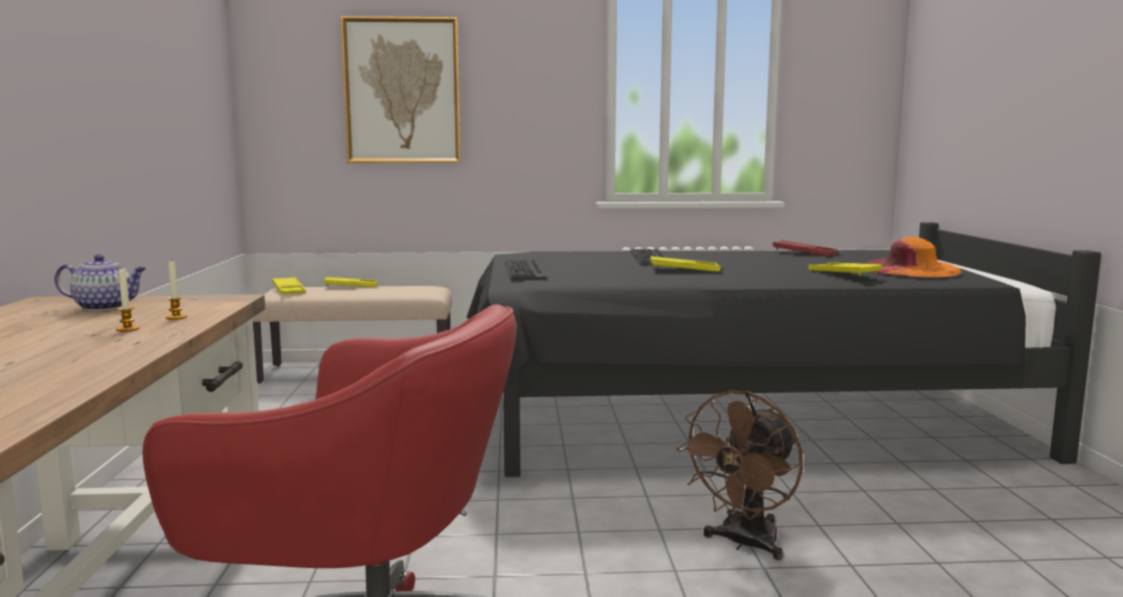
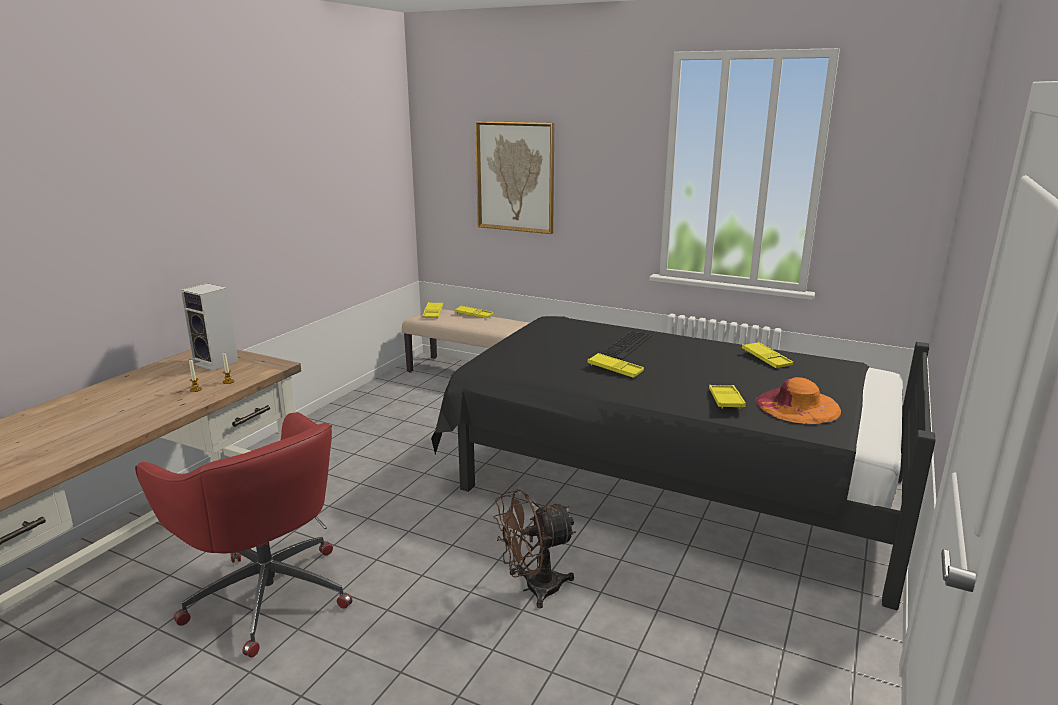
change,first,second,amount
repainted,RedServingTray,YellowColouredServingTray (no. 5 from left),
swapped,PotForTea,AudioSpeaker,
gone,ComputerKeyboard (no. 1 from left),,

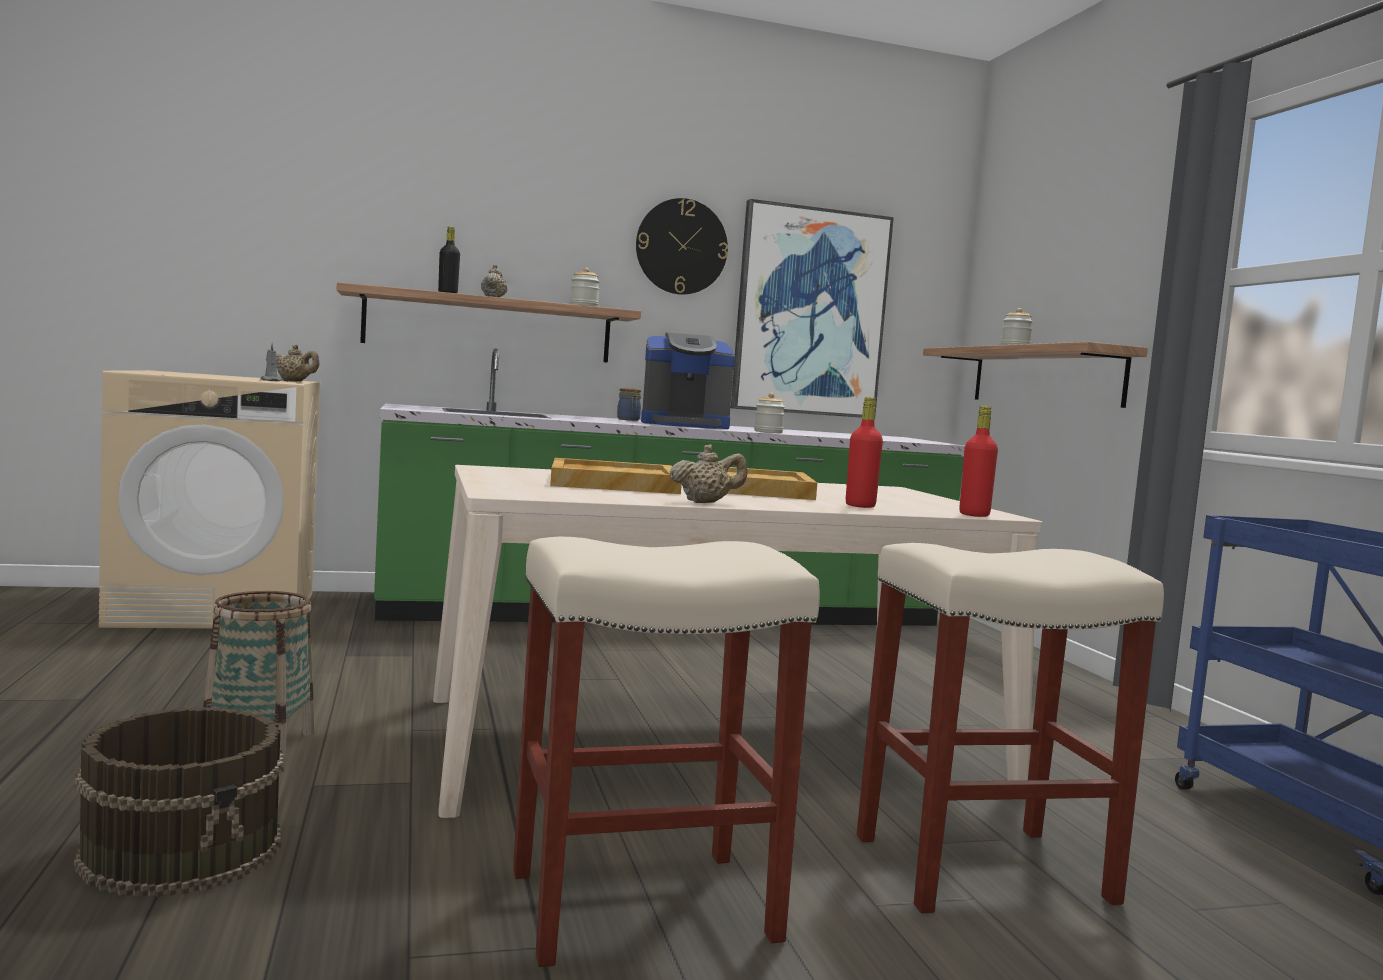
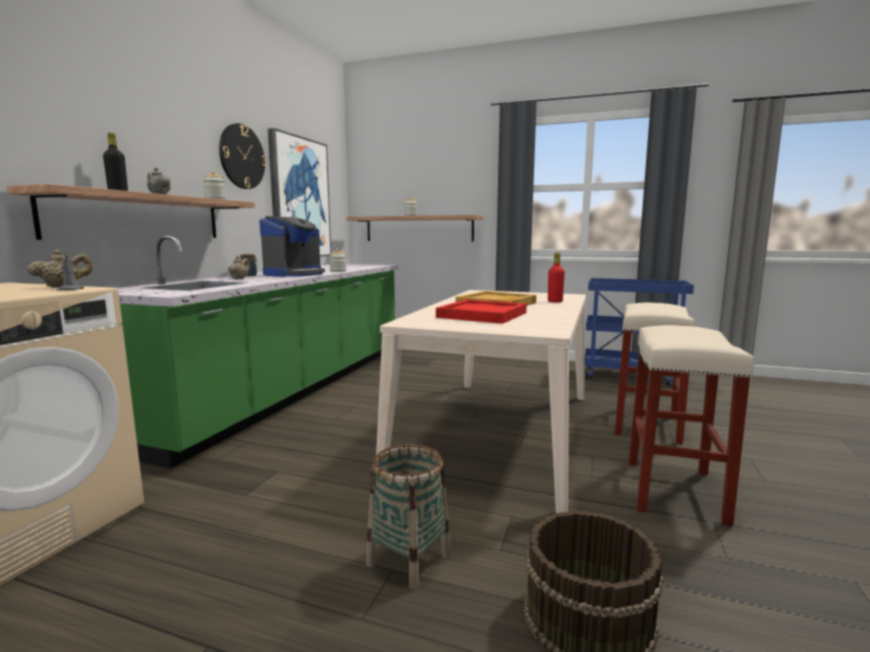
change,first,second,amount
gone,RedDrinkBottle (no. 2 from left),,
shifted,BeigeColouredPotForTea (no. 3 from left),,
repainted,BeigeColouredServingTray (no. 1 from left),RedServingTray,

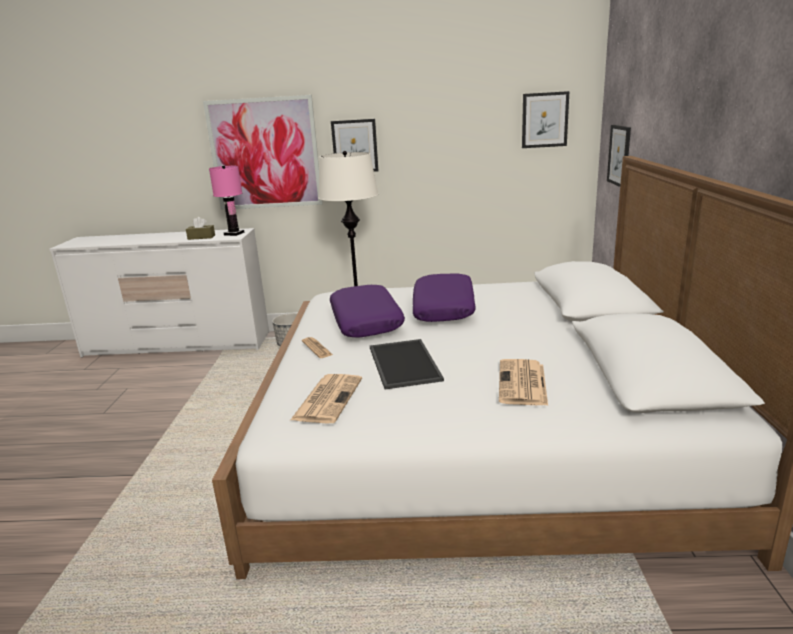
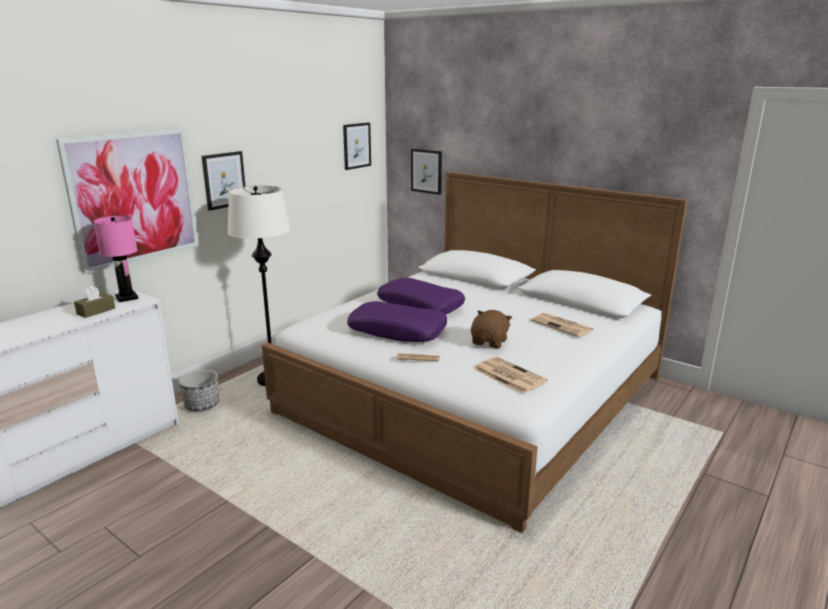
change,first,second,amount
swapped,ServingTray,BrownishSoftToy,

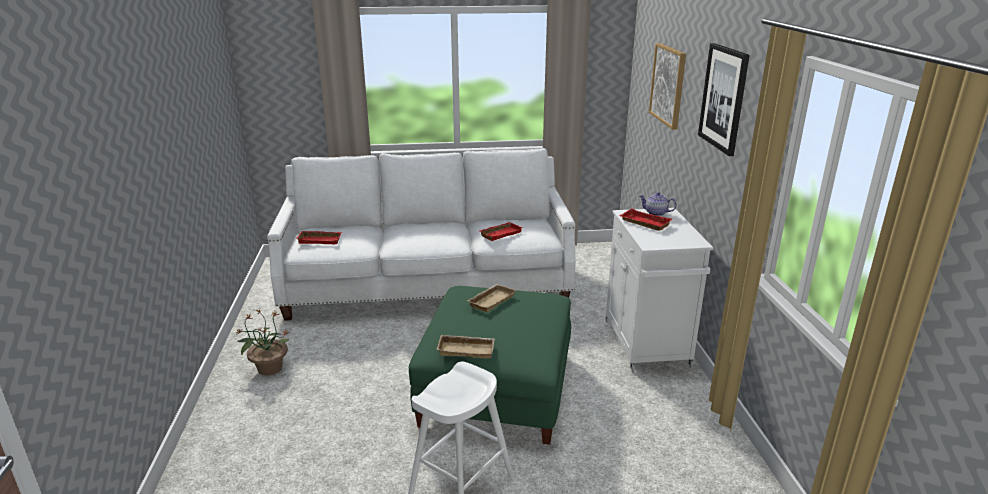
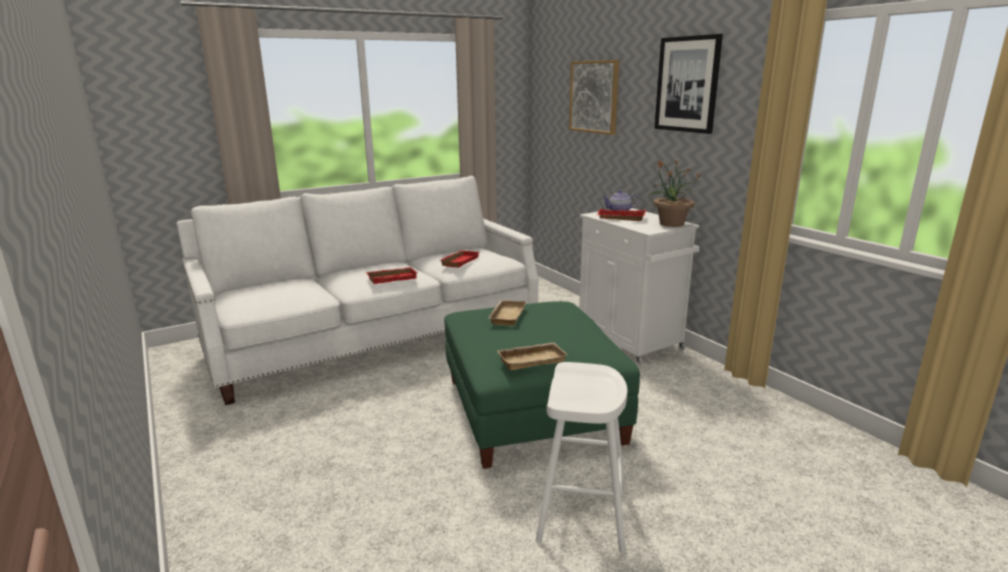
change,first,second,amount
shifted,RedServingTray (no. 1 from left),,
shifted,PlantInAPot,,

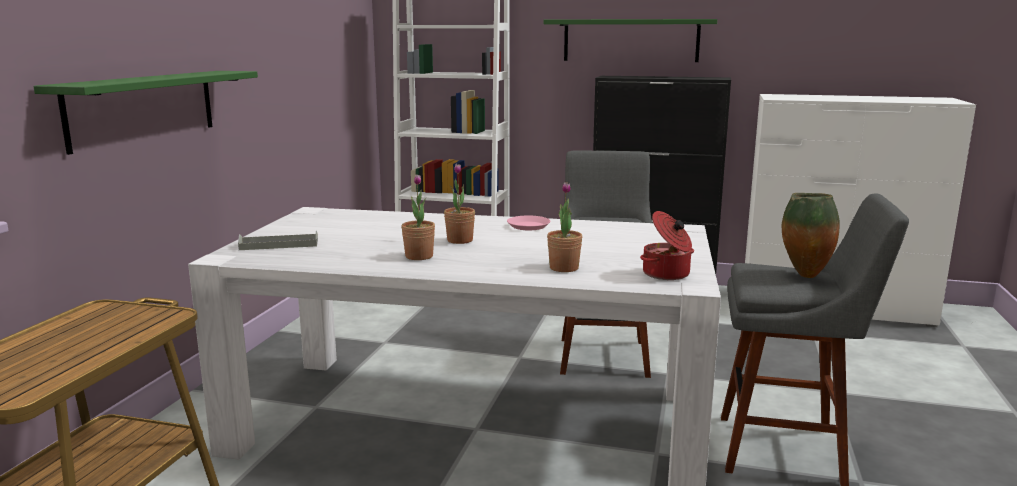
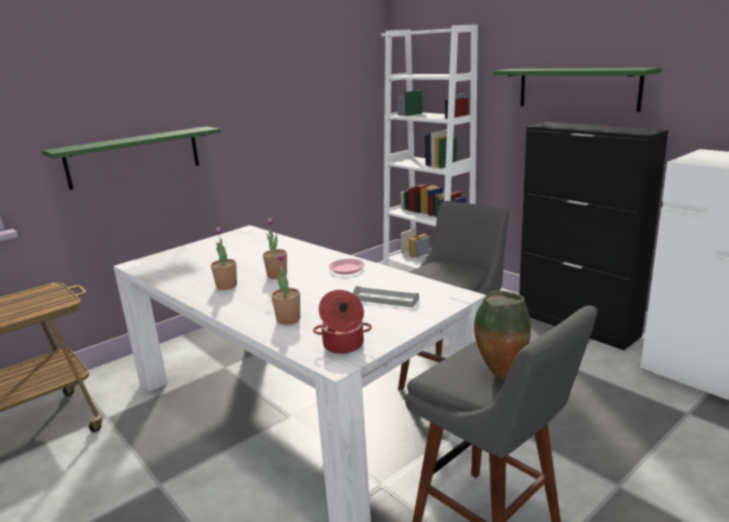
change,first,second,amount
shifted,GrayServingTray,,

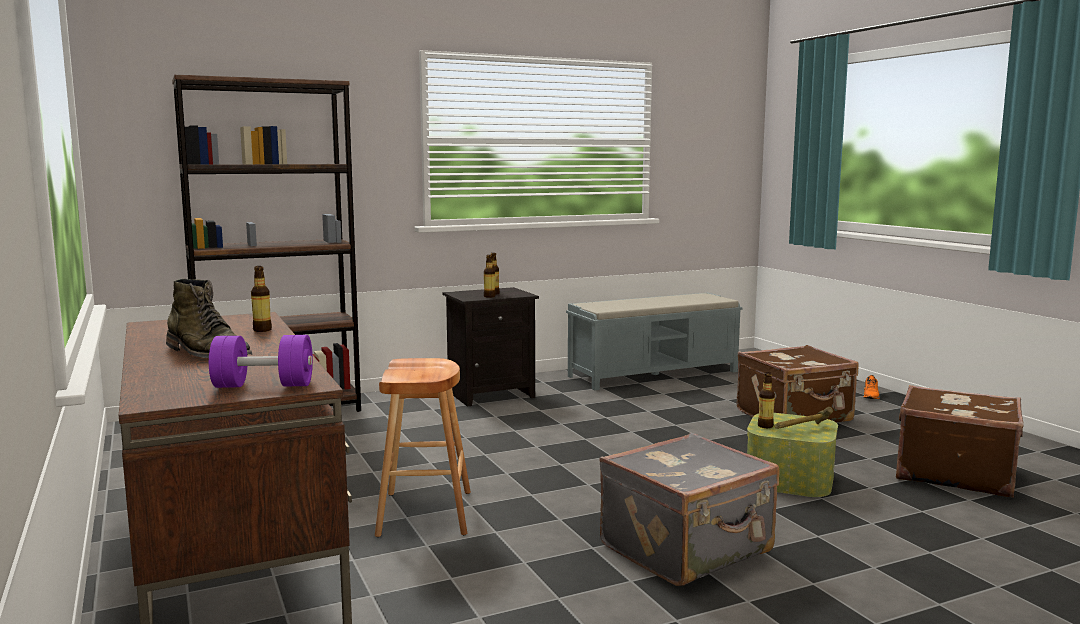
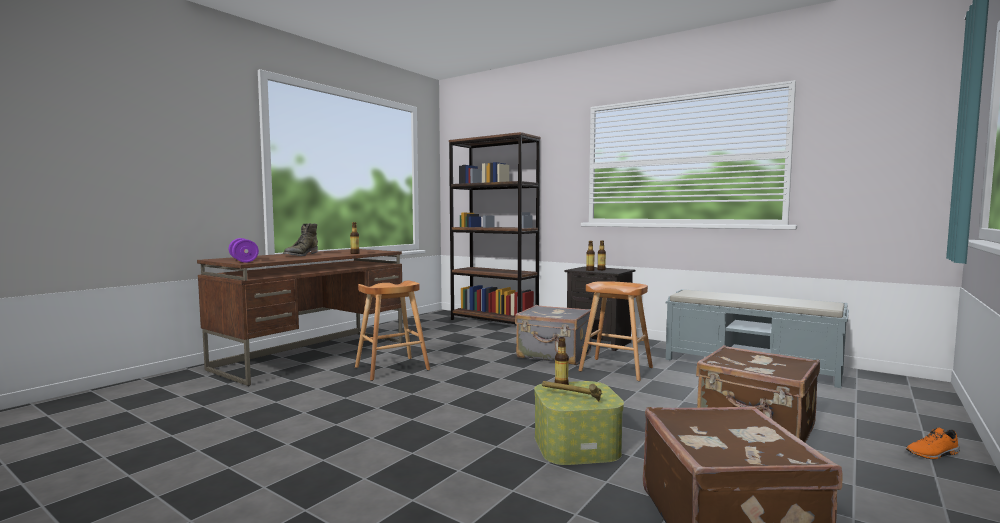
change,first,second,amount
shifted,GrayTravelCase,,
new,,BrownishStool (no. 2 from left),

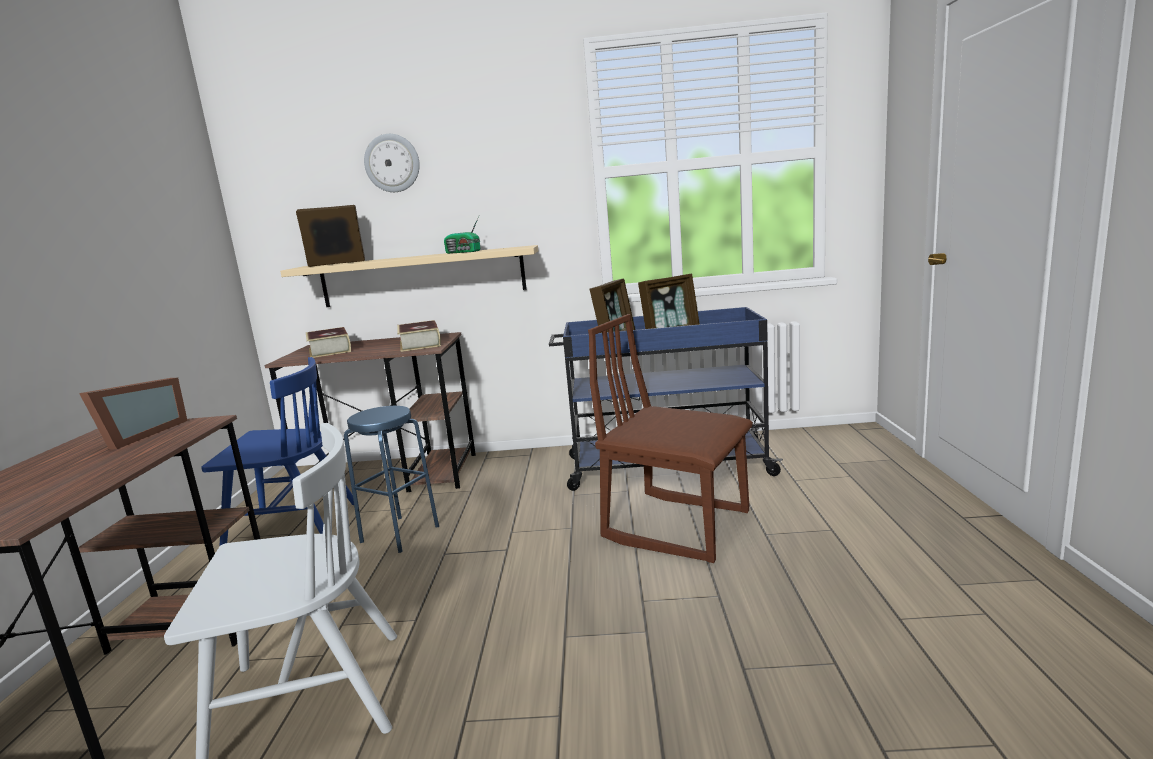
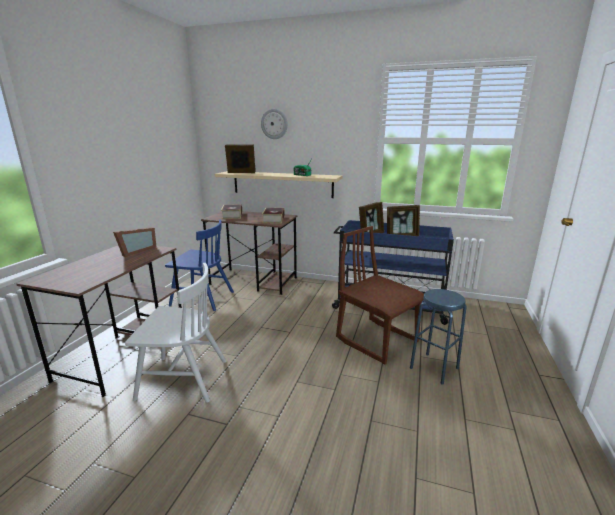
change,first,second,amount
shifted,BluishStool,,

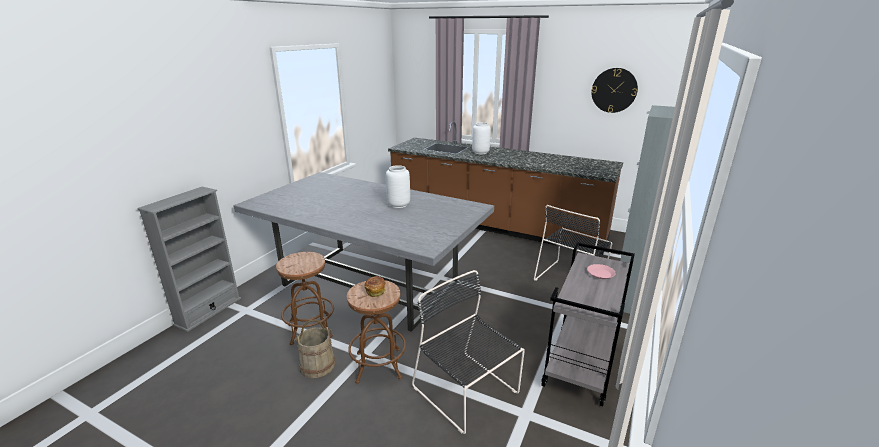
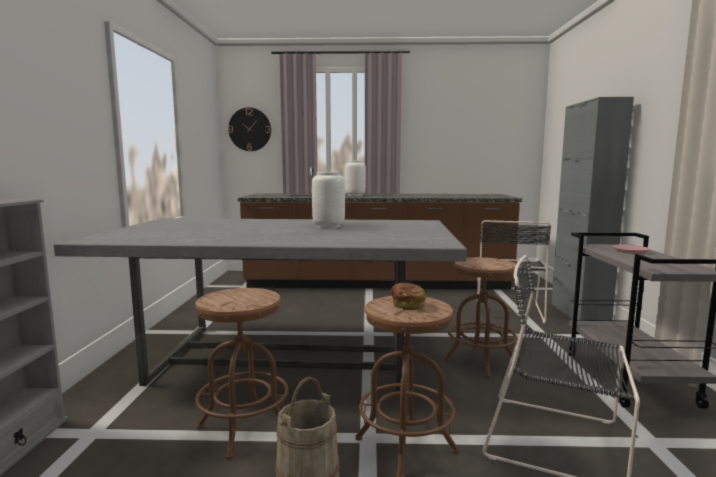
change,first,second,amount
shifted,WallClock,,
new,,BrownishStool (no. 3 from left),

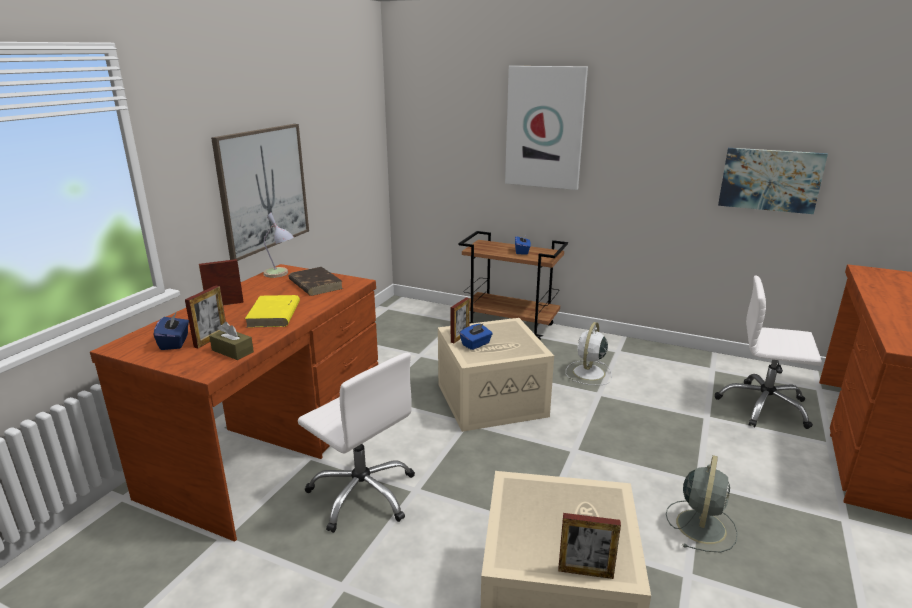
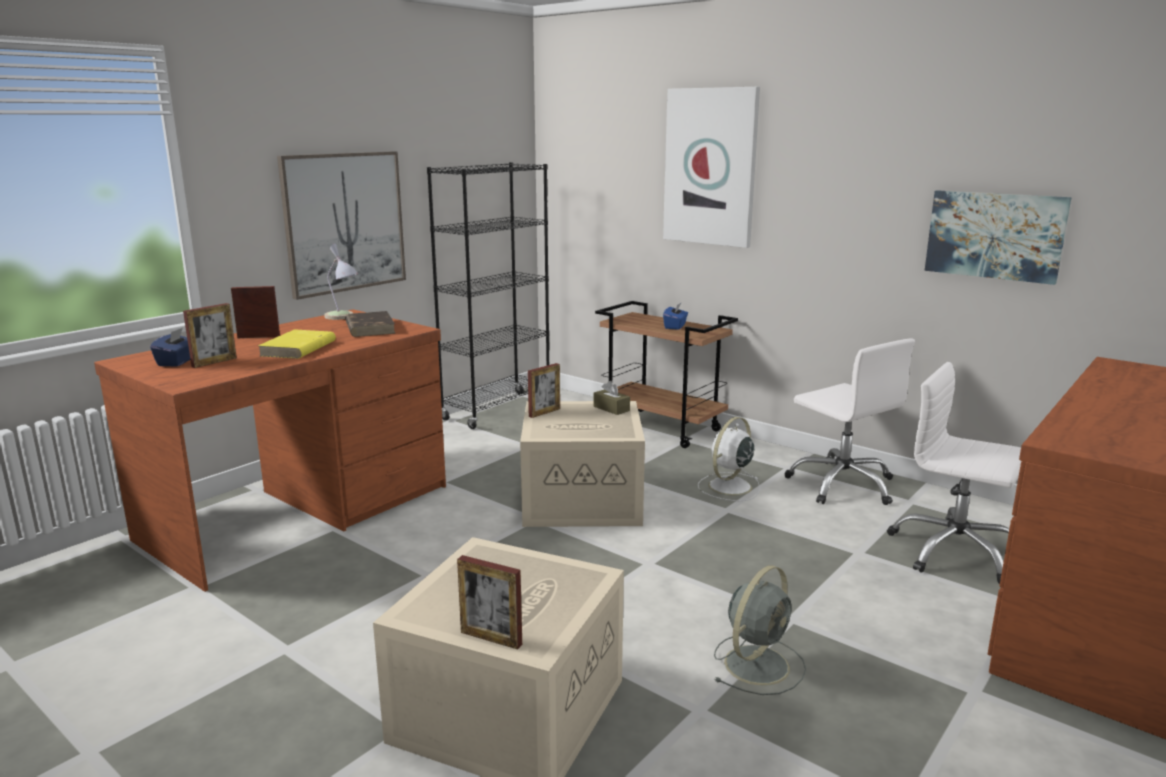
change,first,second,amount
shifted,BrownishTissueBox,,
gone,BluishTissueBox (no. 2 from left),,
shifted,WhiteColouredOfficeChair (no. 1 from left),,
new,,BlackBookshelf,

